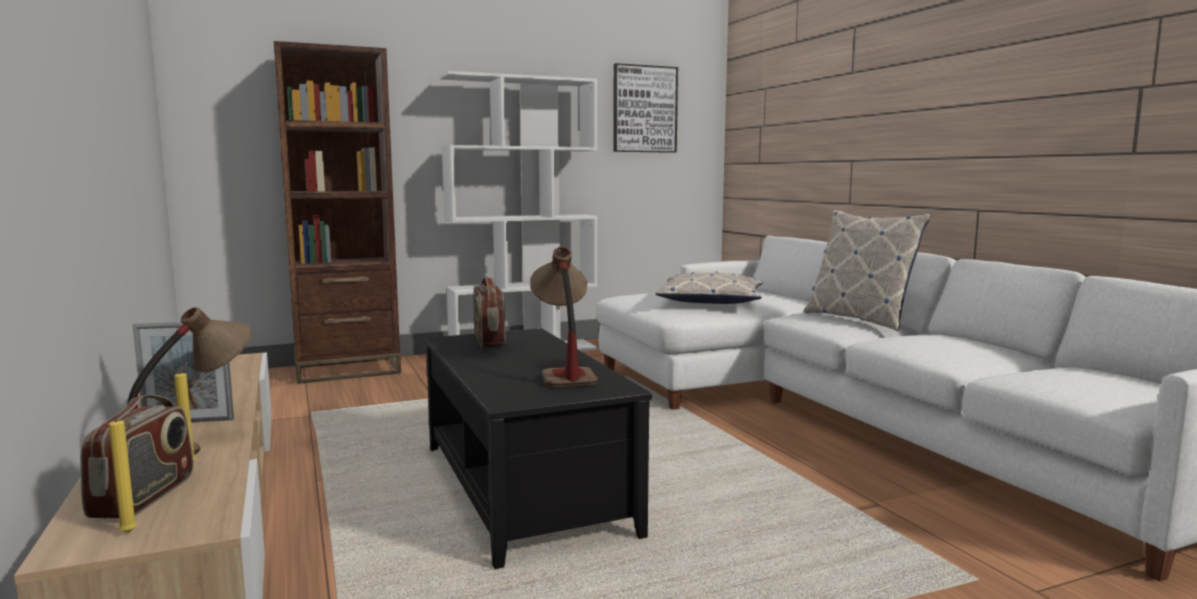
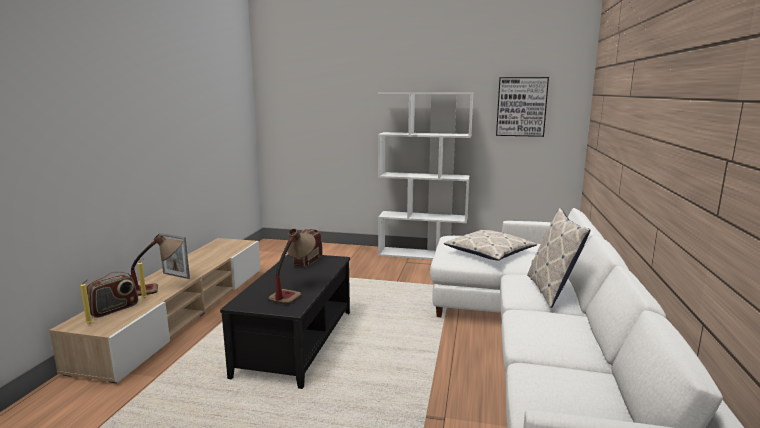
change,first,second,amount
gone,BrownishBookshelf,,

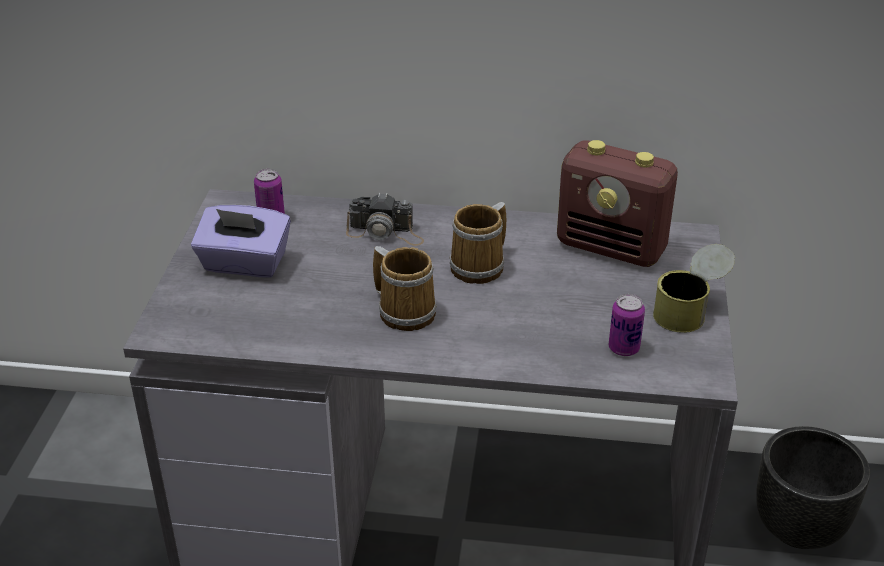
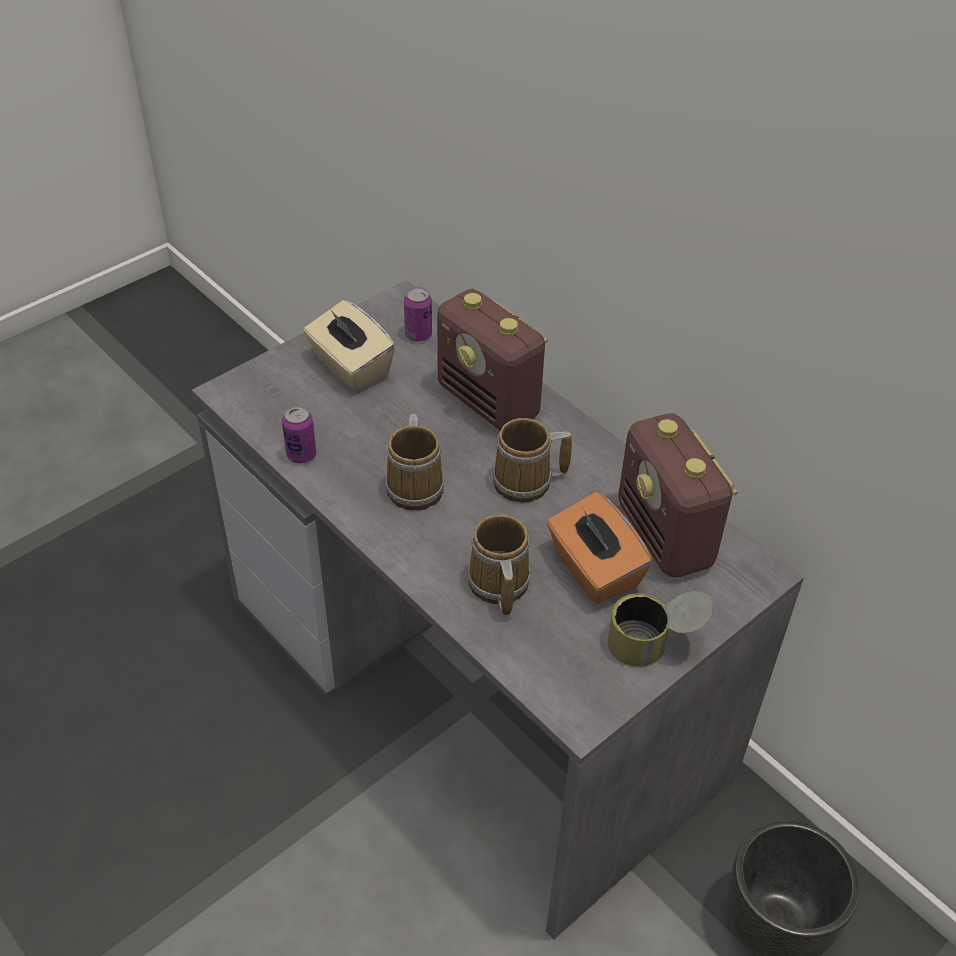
change,first,second,amount
swapped,PhotoCamera,RadioSet (no. 1 from left),
repainted,PurpleColouredTissueBox,BeigeColouredTissueBox,
shifted,MetalCan (no. 2 from left in the first image),MetalCan (no. 1 from left),
new,,OrangeTissueBox,
new,,Mug (no. 2 from left),

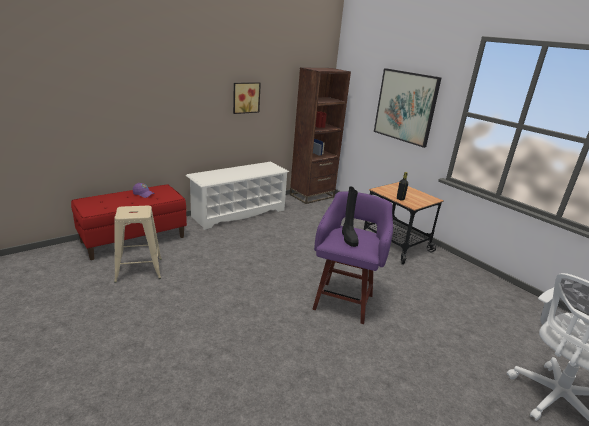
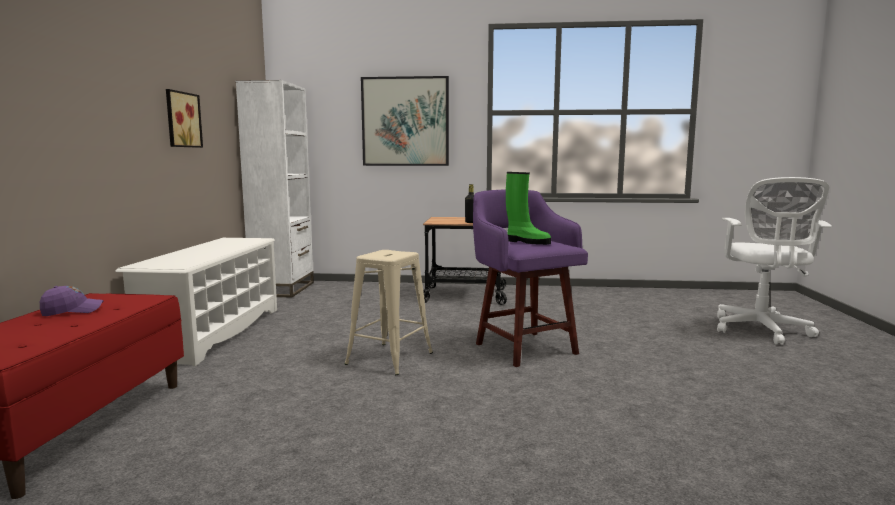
change,first,second,amount
repainted,BrownishBookshelf,WhiteColouredBookshelf,
repainted,BlackTallBoot,GreenishTallBoot,
shifted,BeigeColouredStool,,

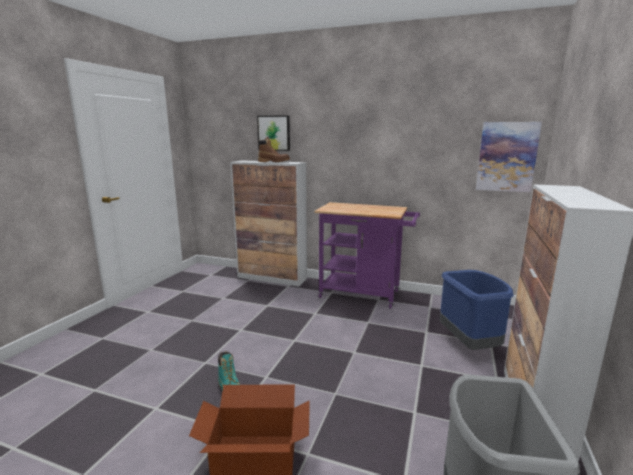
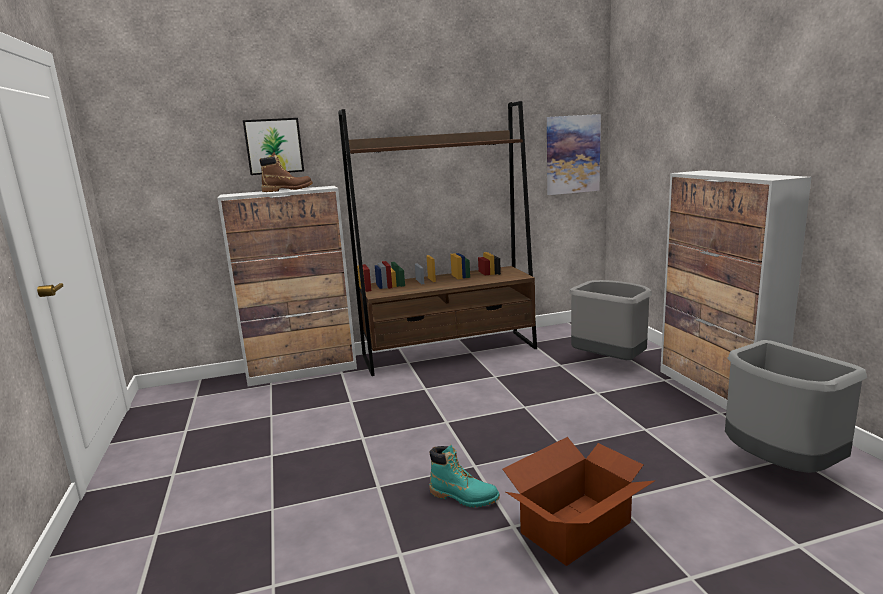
change,first,second,amount
swapped,PurpleColouredTrolley,BrownishBookshelf,
repainted,BluishTrashCan,GrayTrashCan (no. 1 from left),

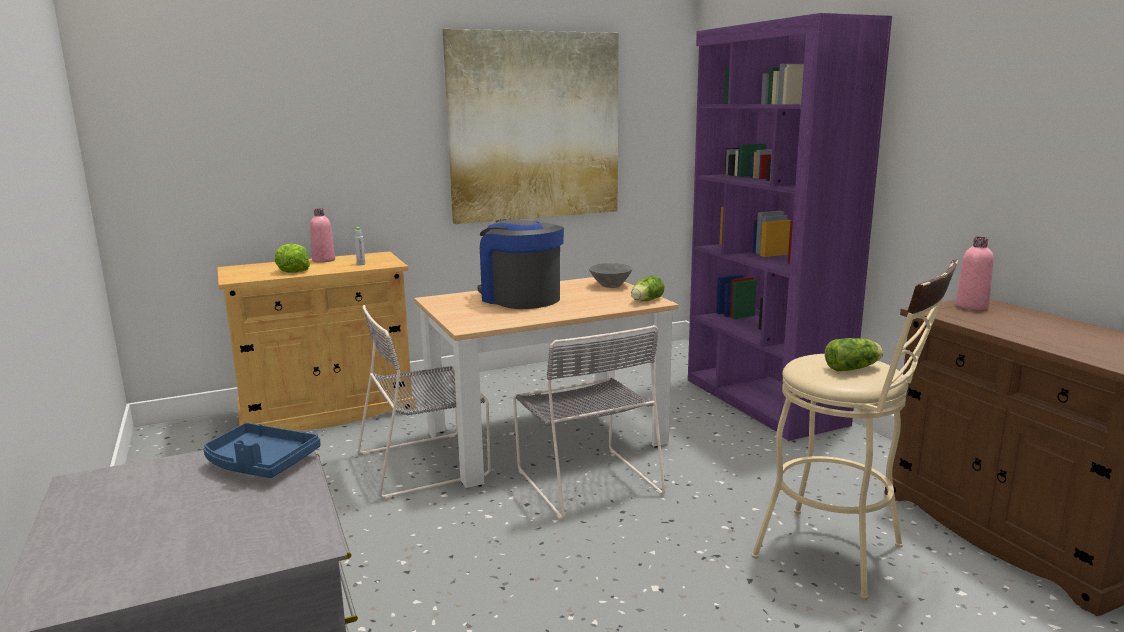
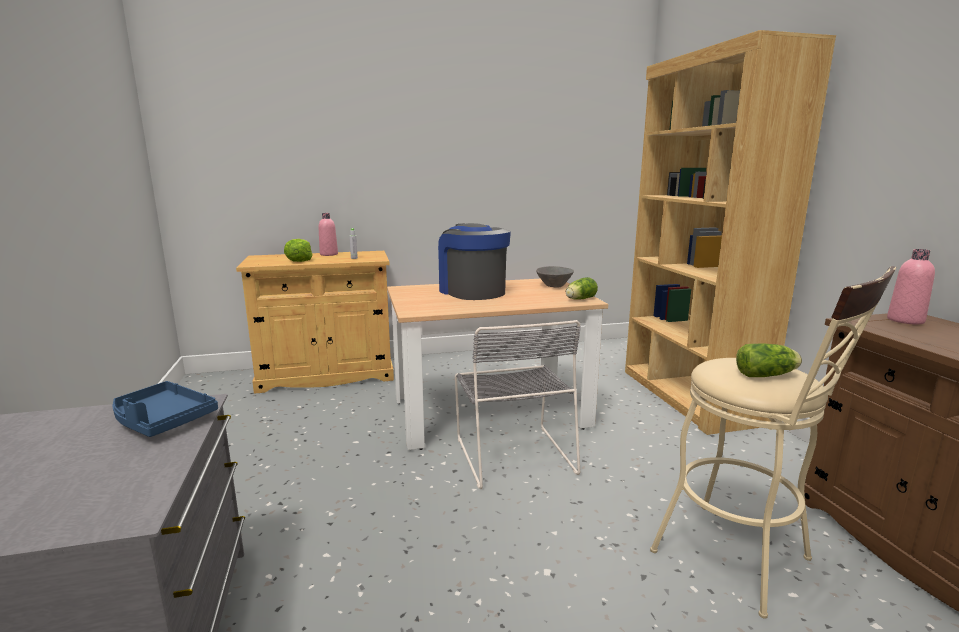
change,first,second,amount
repainted,PurpleColouredBookshelf,BrownishBookshelf,
gone,WallPicture,,
gone,GrayUprightChair (no. 1 from left),,

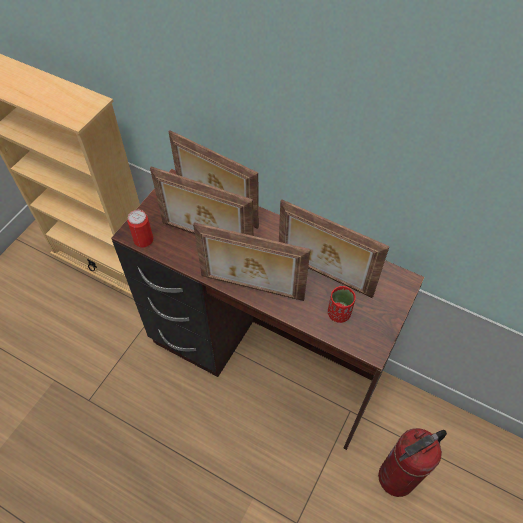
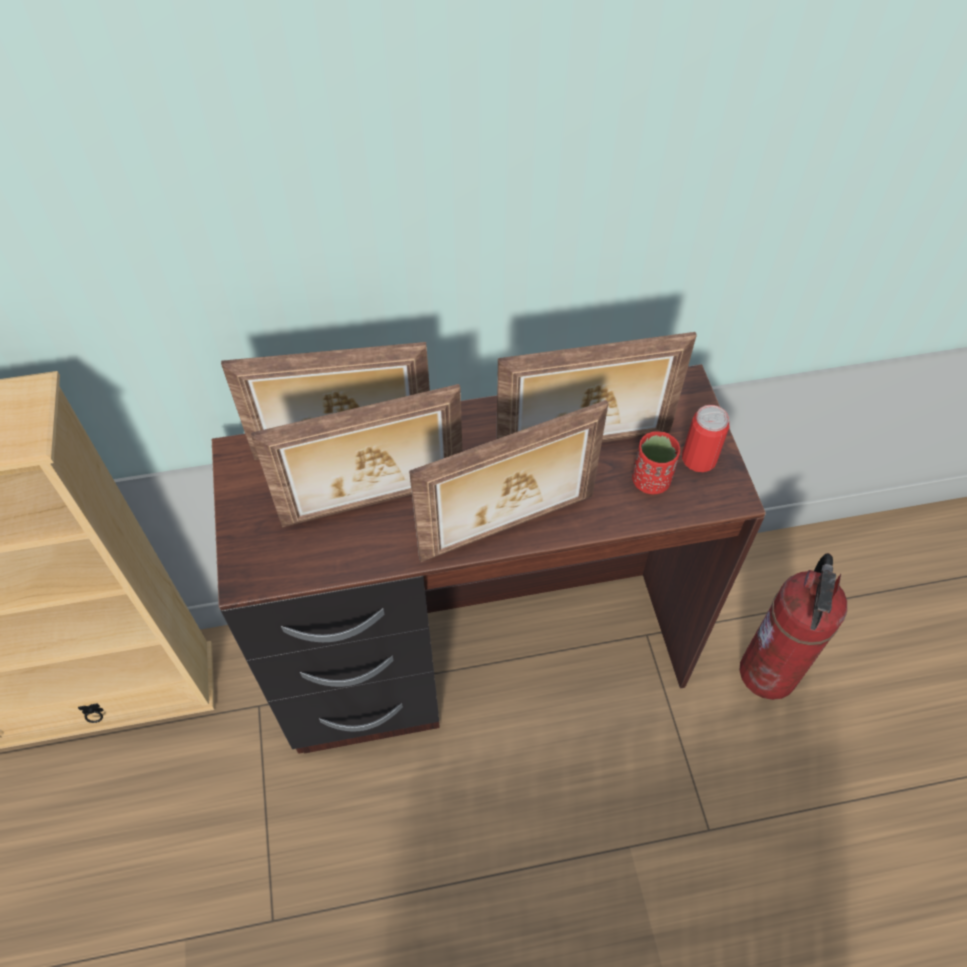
change,first,second,amount
shifted,MetalCan,,

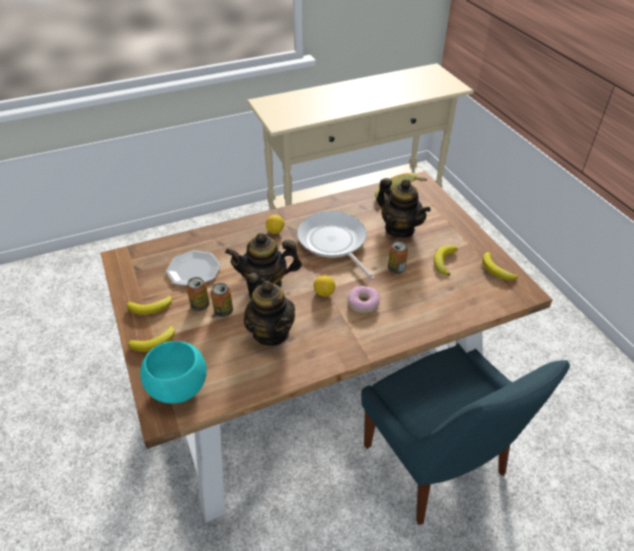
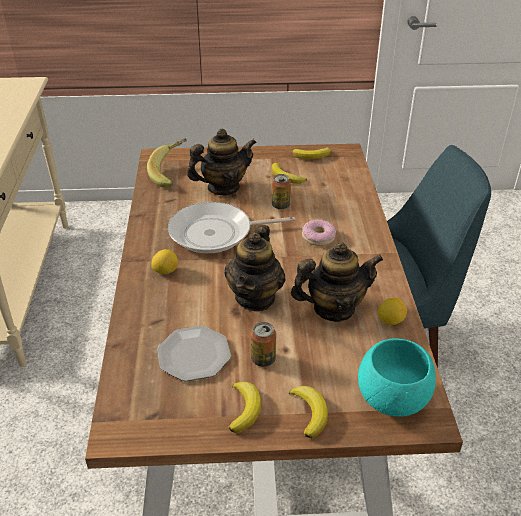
change,first,second,amount
shifted,Lemon (no. 2 from left),,
gone,MetalCan (no. 2 from left),,

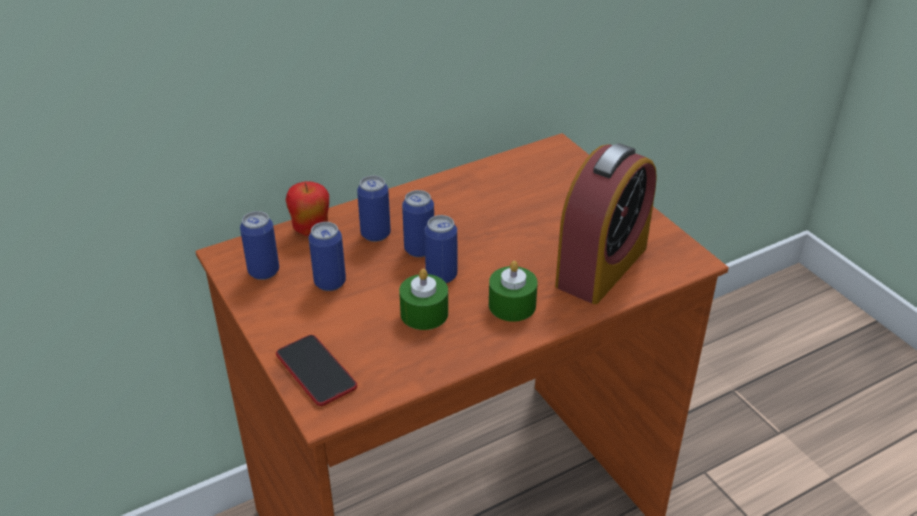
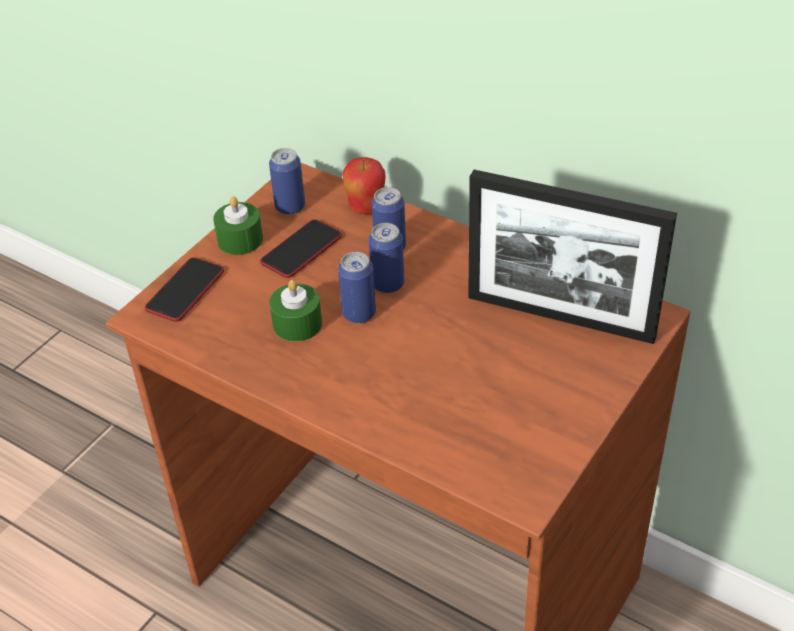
change,first,second,amount
gone,BedsideClock,,
swapped,MetalCan (no. 2 from left),Handset (no. 2 from left),
shifted,GreenishCandle (no. 2 from left in the first image),GreenishCandle (no. 1 from left),
new,,PictureFrame,

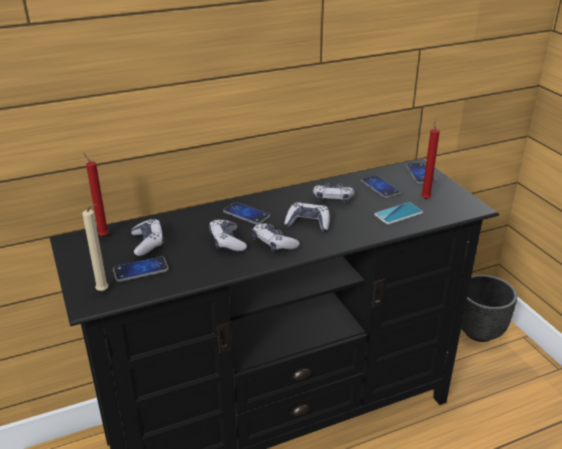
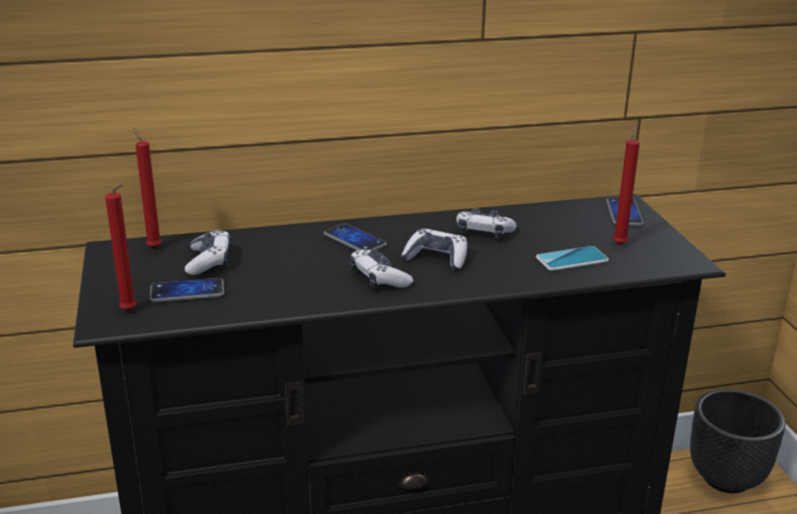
change,first,second,amount
gone,Handset (no. 3 from left),,
repainted,BeigeColouredCandle,RedCandle (no. 1 from left),
gone,Gamepad (no. 2 from left),,

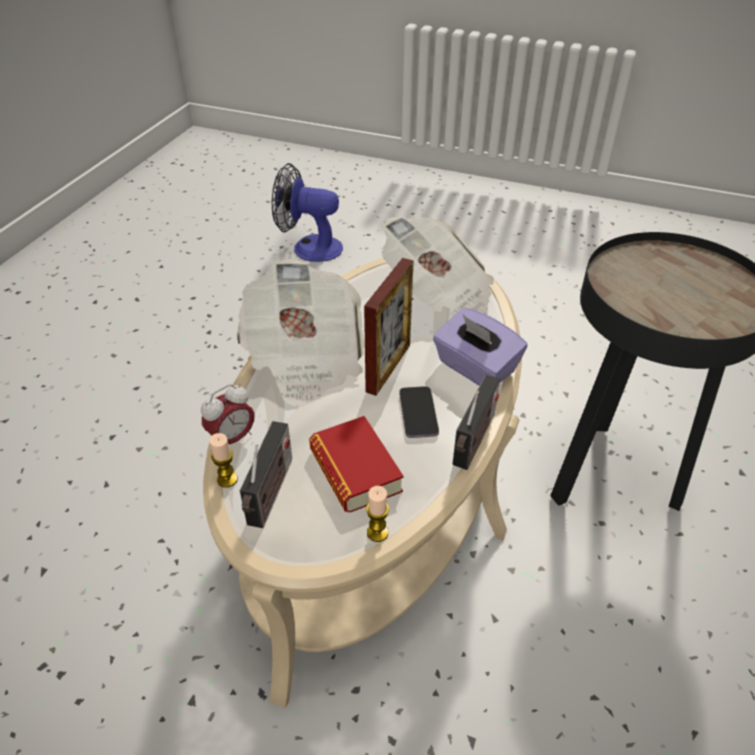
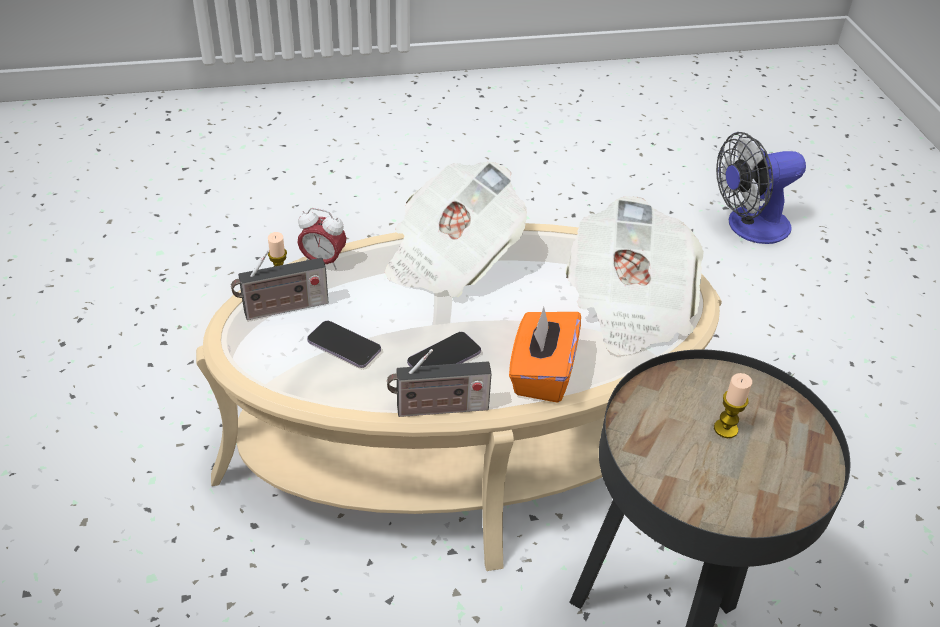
change,first,second,amount
rotated,ElectricFan,,90 degrees counterclockwise
gone,PictureFrame,,
repainted,PurpleColouredTissueBox,OrangeTissueBox,
swapped,Book,Handset (no. 1 from left),
shifted,Candle (no. 2 from left),,

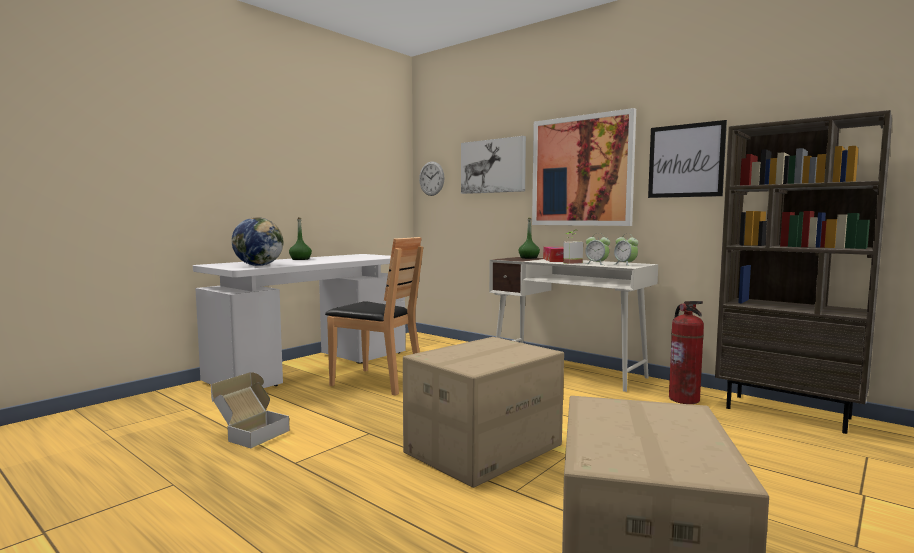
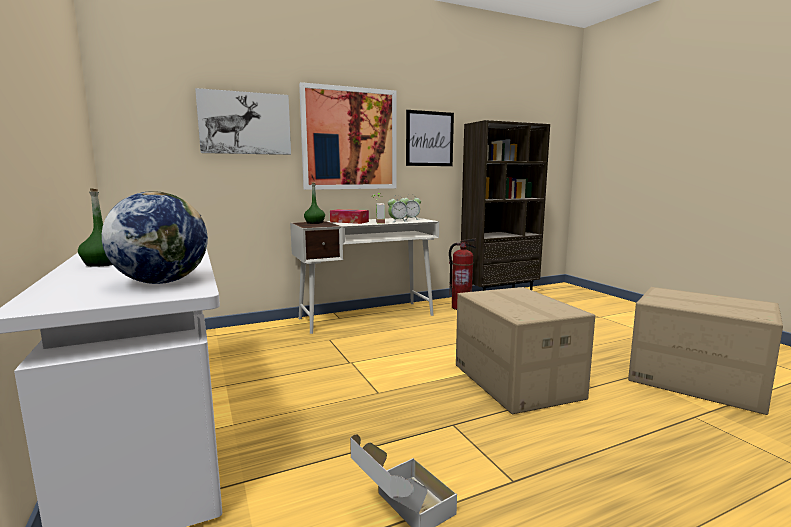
change,first,second,amount
gone,WallClock,,
gone,BrownishUprightChair,,

